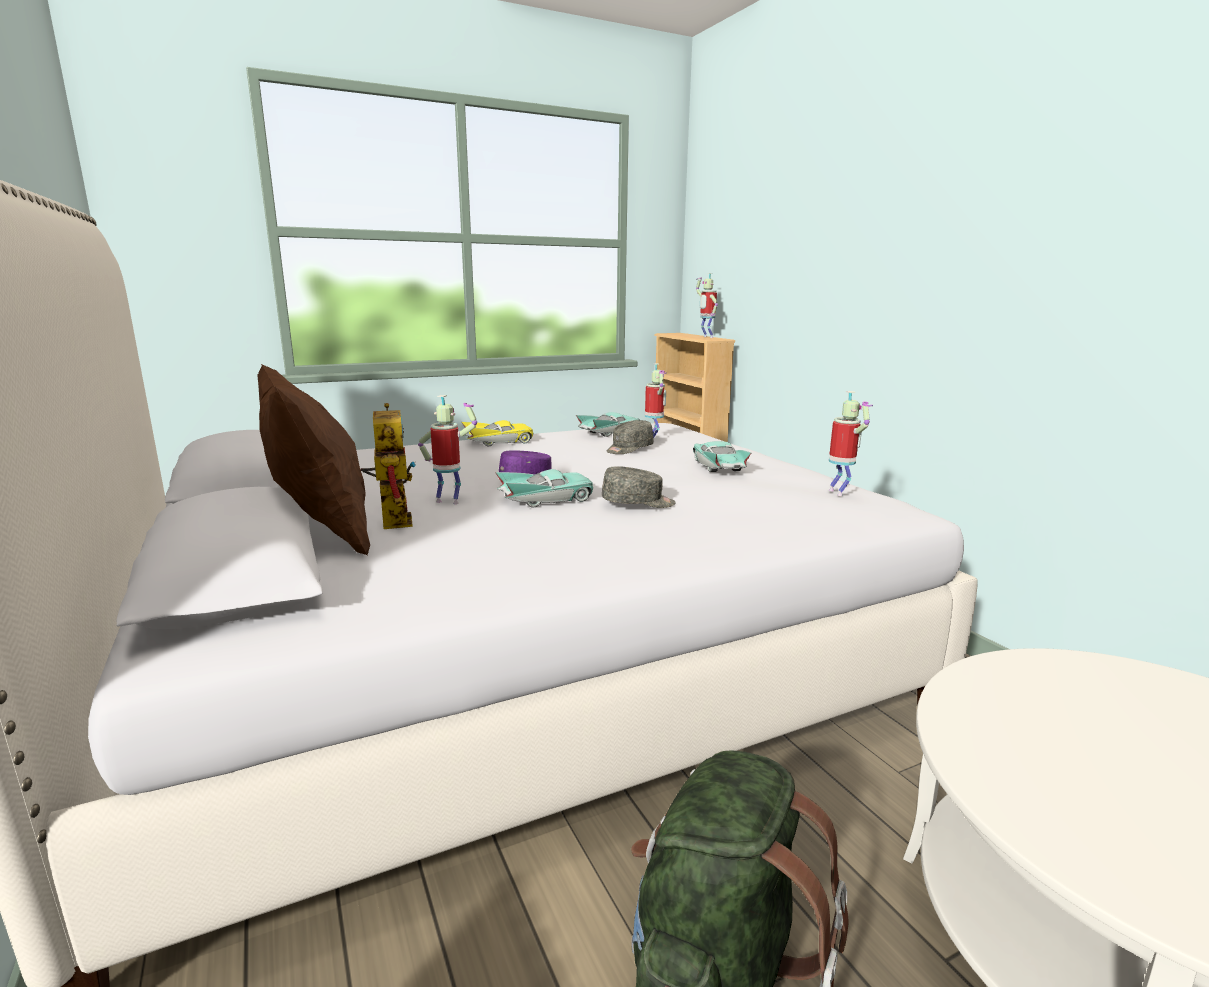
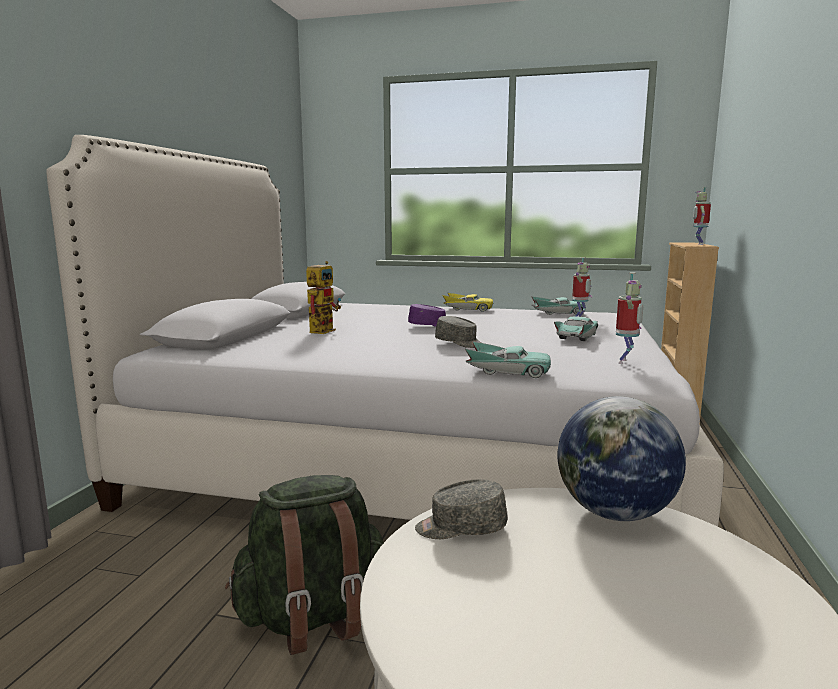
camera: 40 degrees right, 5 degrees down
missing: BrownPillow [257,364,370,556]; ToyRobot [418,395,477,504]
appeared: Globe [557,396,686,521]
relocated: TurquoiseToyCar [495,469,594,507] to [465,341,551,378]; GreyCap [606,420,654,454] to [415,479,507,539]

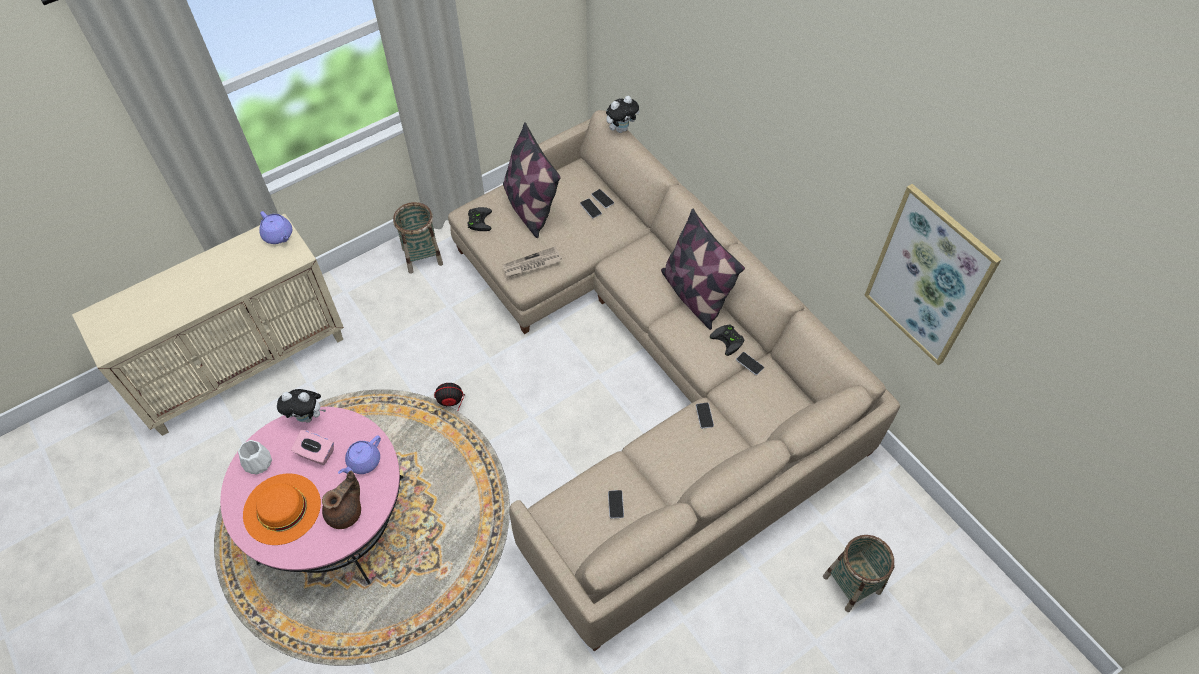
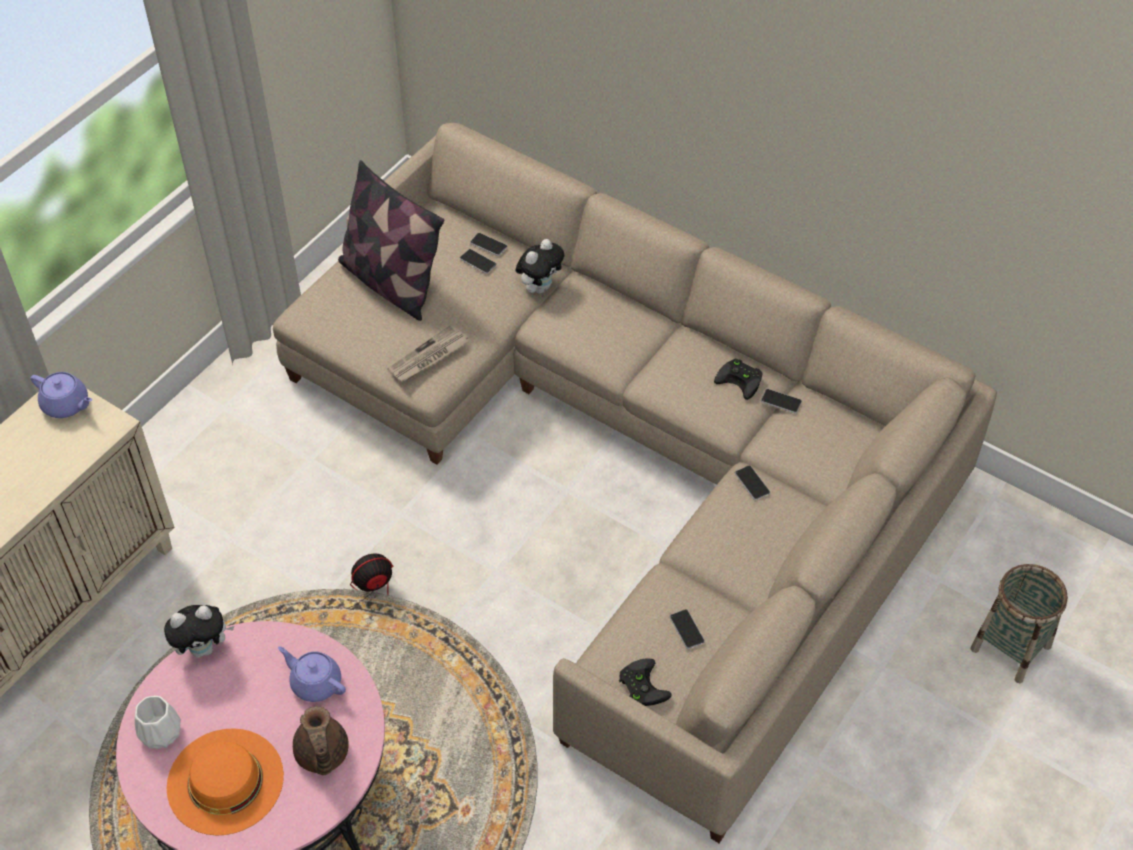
camera: 20 degrees left, 5 degrees down
missing: PinkTissueBox [291,430,334,465]; Basket [393,202,443,274]; Pillow [661,209,745,330]; Picture [864,184,1002,365]
relocated: BlackGameController [467,207,492,231] to [619,658,672,706]; PlushToy [606,96,640,133] to [516,239,564,294]
spun: BrownTeapot [322,471,361,529] = [293,706,349,775] 150 degrees clockwise; PurpleTeapot [338,435,381,474] = [278,646,346,702] 105 degrees clockwise

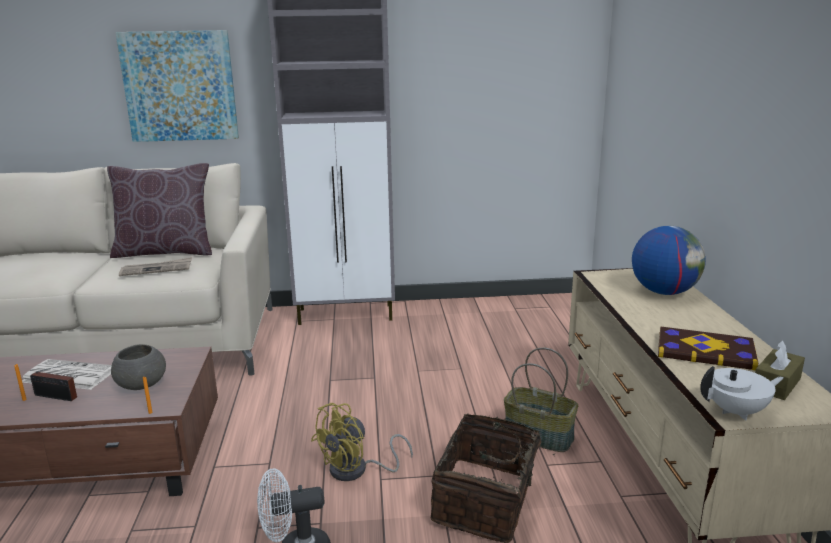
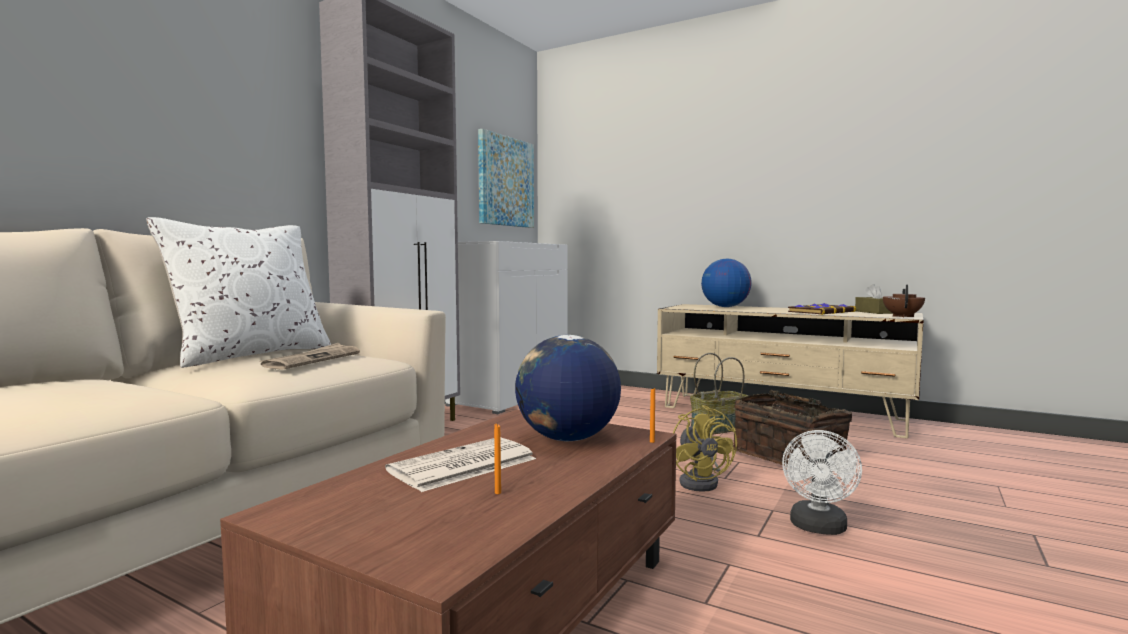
camera: 55 degrees left, 15 degrees down
missing: Radio [30,363,77,401]
appeared: WhiteCabinet [445,241,568,414]
relocated: Picture [115,30,239,142] to [478,129,534,228]
exchanged: GreyBowl [111,344,166,390] to Globe [515,335,621,441]
colour: BrownPillow [107,163,212,258] to WhitePillow [146,217,331,368]; WhiteTeapot [700,366,784,421] to BrownTeapot [883,285,925,317]

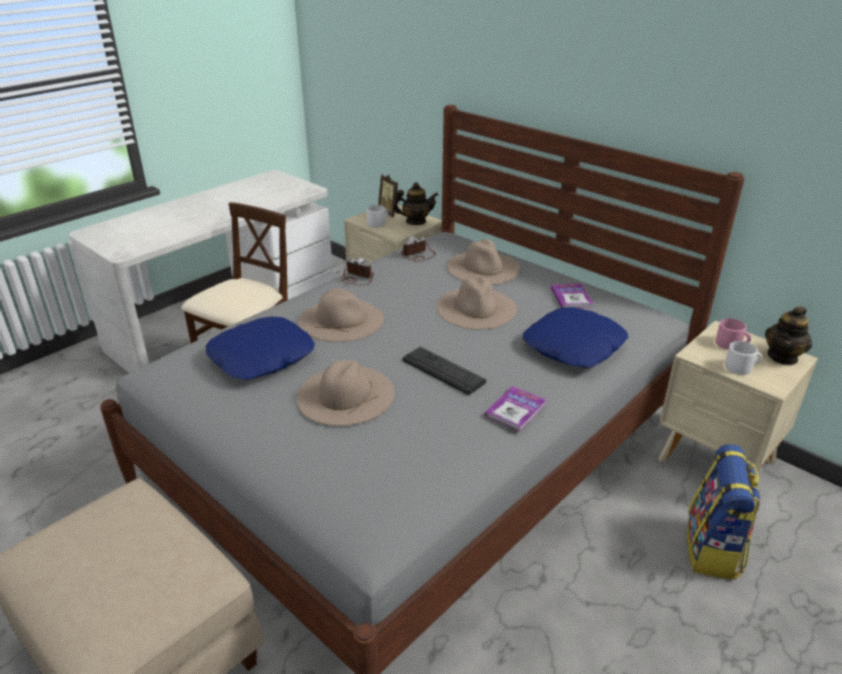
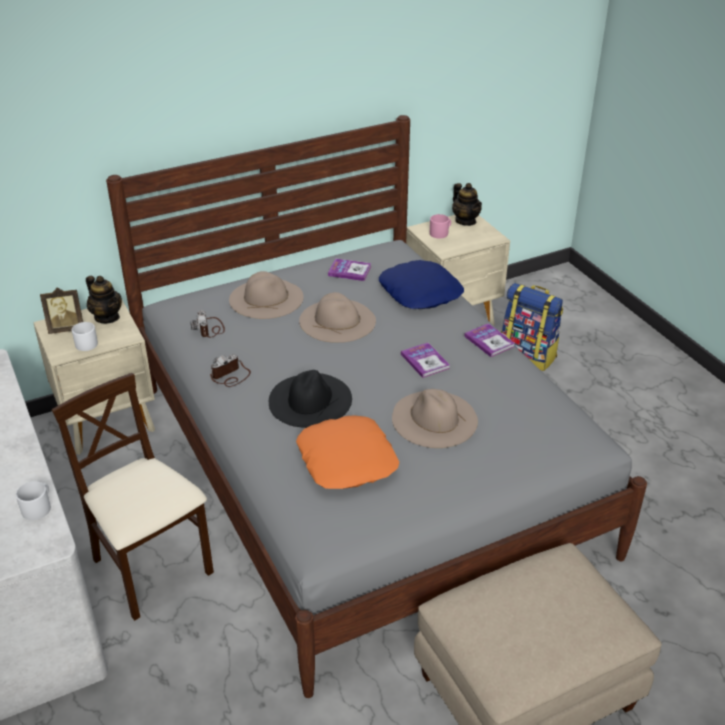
camera: 70 degrees left, 5 degrees up
relocated: WhiteMug [725,341,762,375] to [16,481,51,520]
exchanged: Keyboard [402,347,486,395] to Book [401,343,450,378]
colour: BluePillow [206,317,315,380] to OrangePillow [296,416,399,489]; BeigeHat [299,288,384,342] to BlackHat [269,370,352,428]
spun: Teapot [393,182,438,225] = [86,276,122,323] 120 degrees clockwise

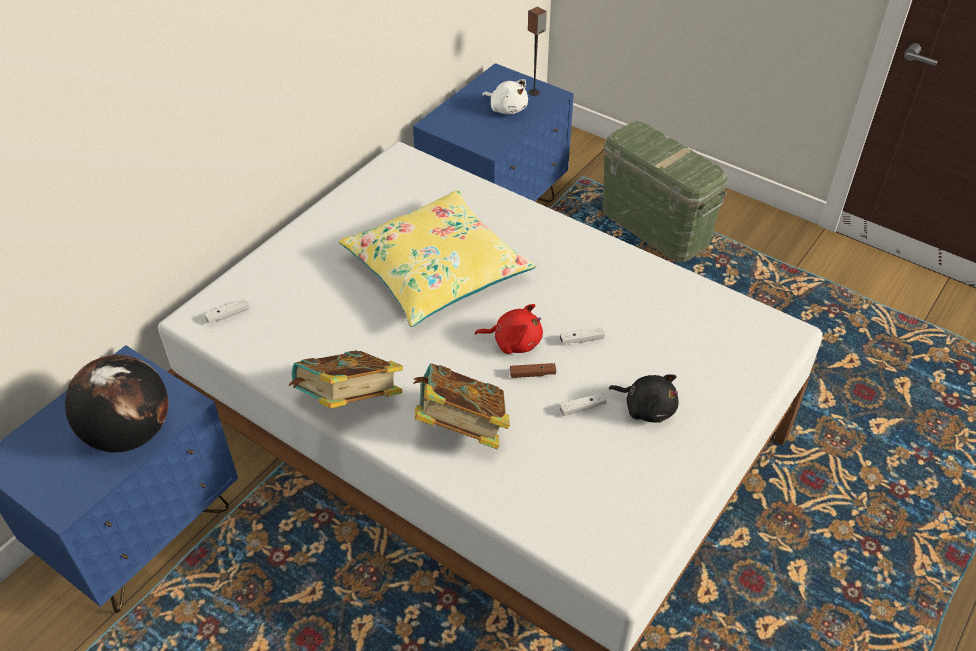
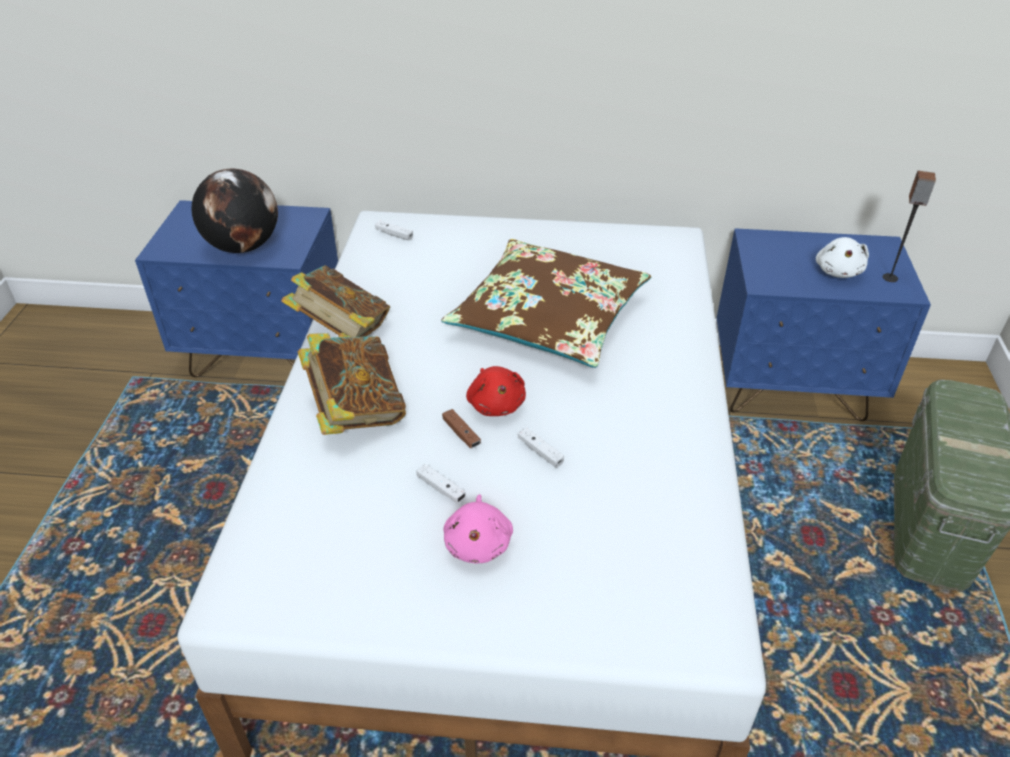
camera: 60 degrees right, 5 degrees down
colour: YellowPillow [339,190,536,327] to BrownPillow [441,239,652,368]; BlackPlushToy [609,374,679,423] to PinkPlushToy [443,494,513,564]

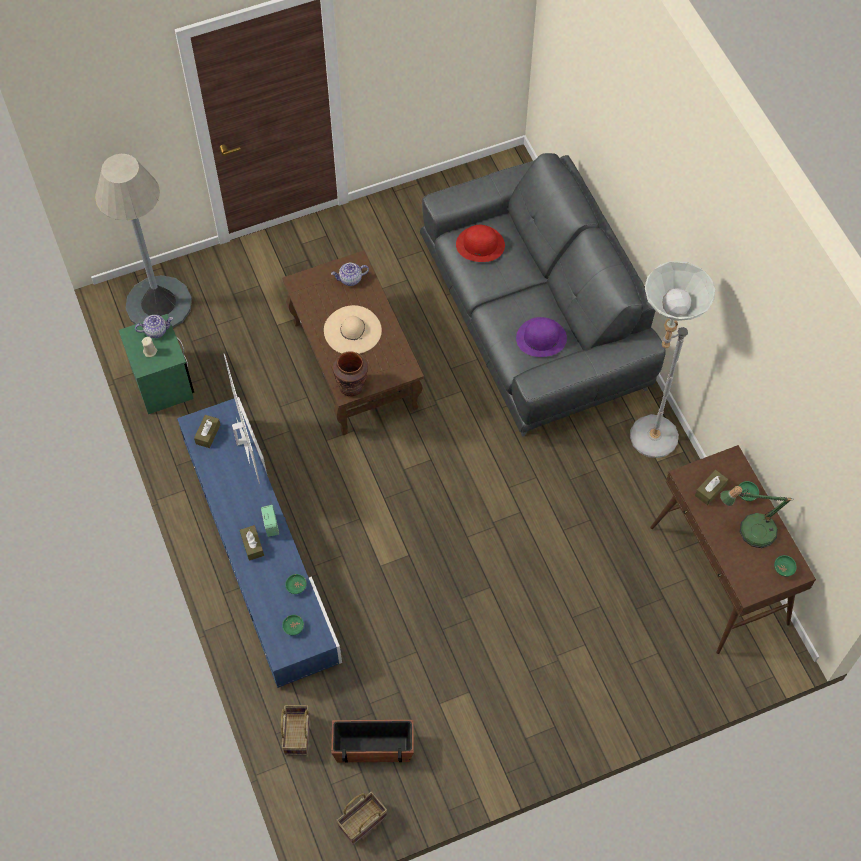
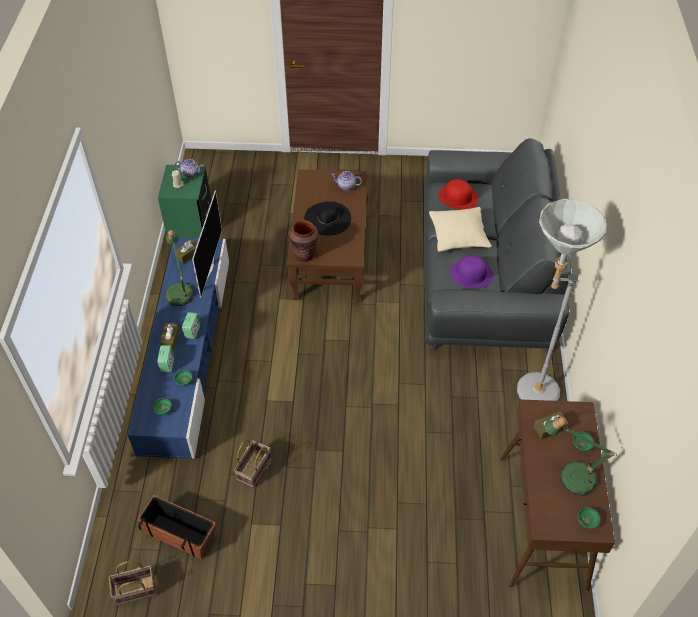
camera: 25 degrees right, 10 degrees down
missing: GreyFloorLamp [95,154,192,328]
appeared: AlarmClock [158,345,174,372]; TableLamp [165,230,194,306]; BeigePillow [429,207,492,252]
relocated: Basket [281,705,310,755] to [234,439,271,488]
colour: BeigeHat [324,305,382,354] to BlackHat [304,201,351,235]

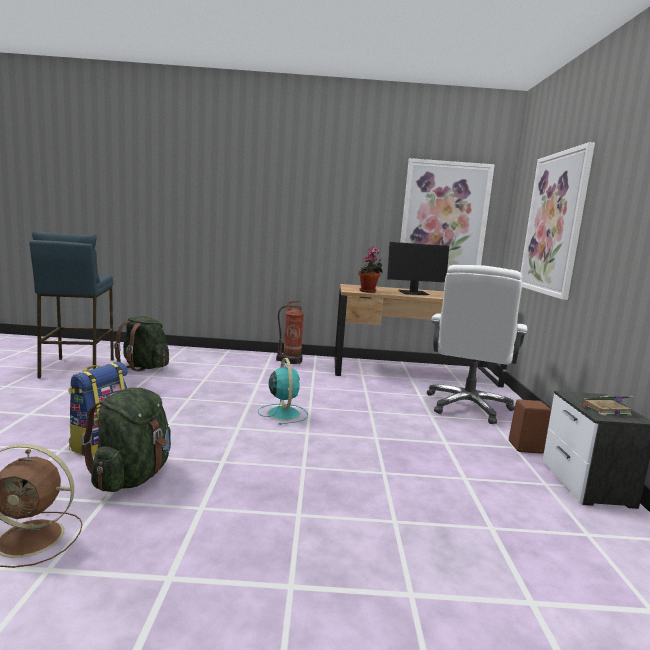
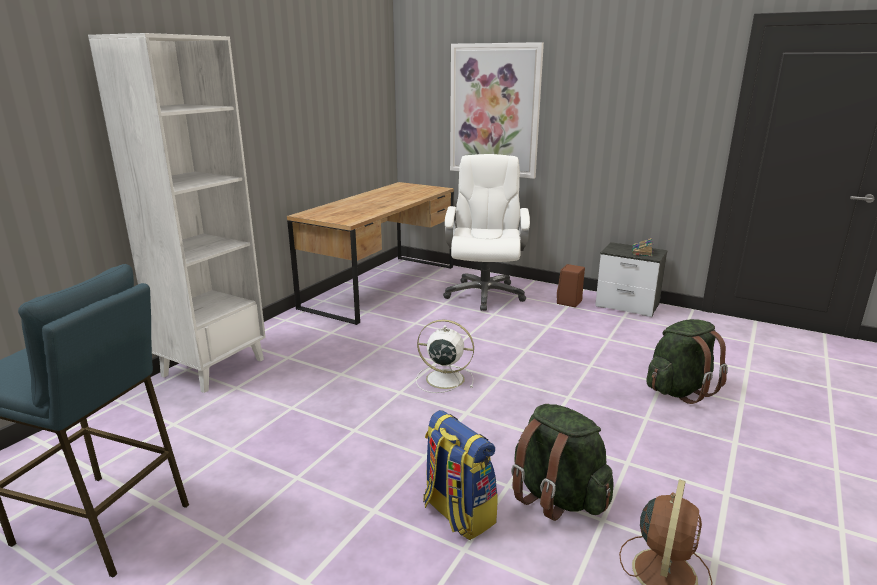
camera: 60 degrees left, 10 degrees up
missing: FireExtinguisher [276,301,304,365]; PottedPlant [359,247,383,293]; Monitor [387,242,449,295]; Picture [400,158,495,270]
appeared: WhiteBookcase [88,33,266,393]
relocated: GreenBackpack [114,316,169,372] to [646,319,728,404]
colour: TurquoiseFan [258,358,308,425] to WhiteFan [416,319,474,393]
spun: WhiteOfficeChair [427,265,527,424] = [443,154,530,311] 135 degrees counterclockwise

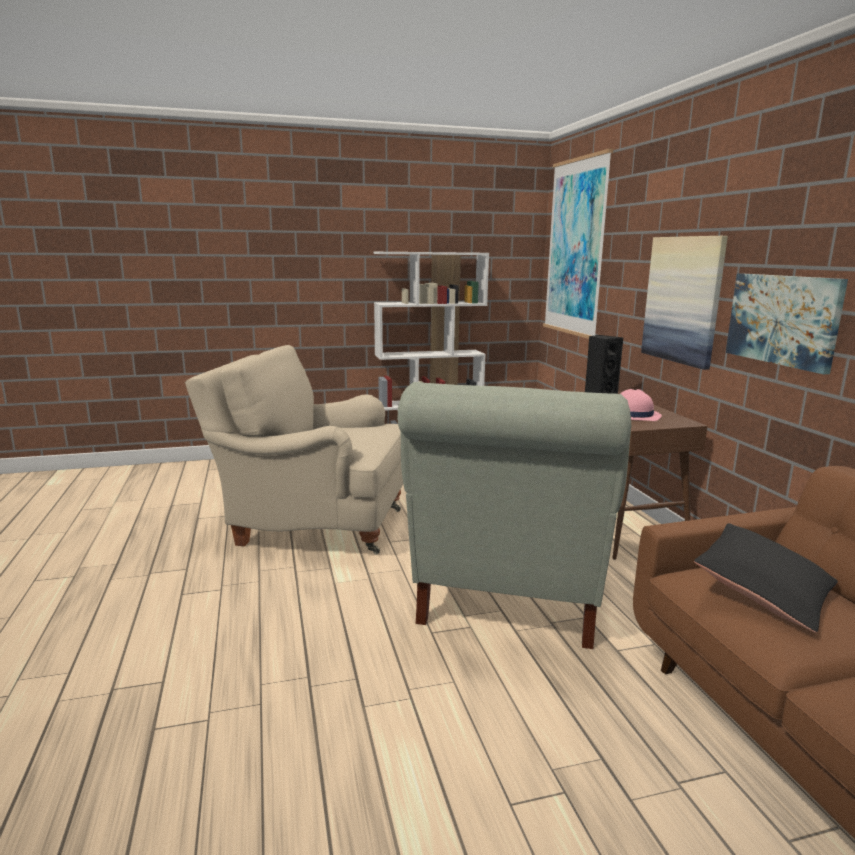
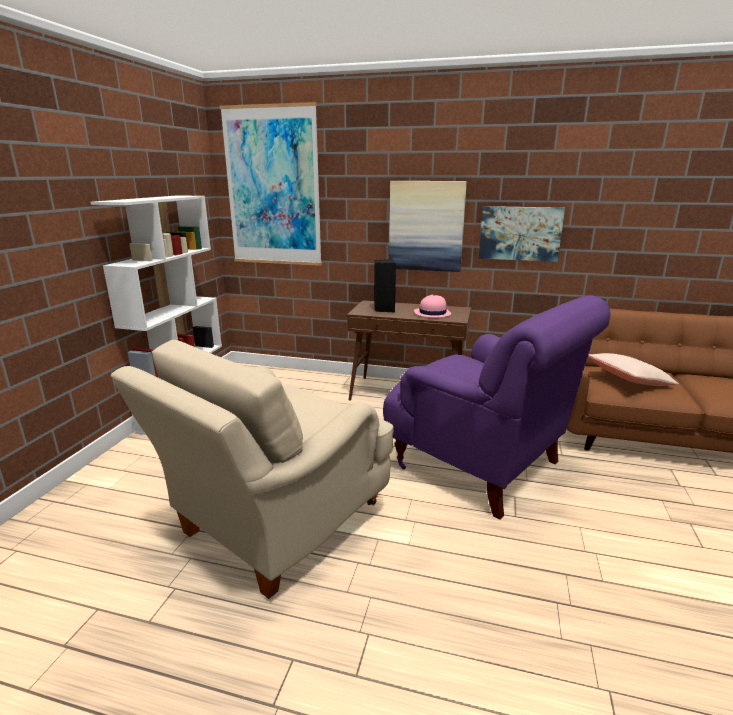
camera: 60 degrees left, 5 degrees up
colour: GreyArmchair [397,382,631,649] to PurpleArmchair [383,295,611,520]; BlackPillow [694,523,838,633] to BeigePillow [588,353,679,386]

